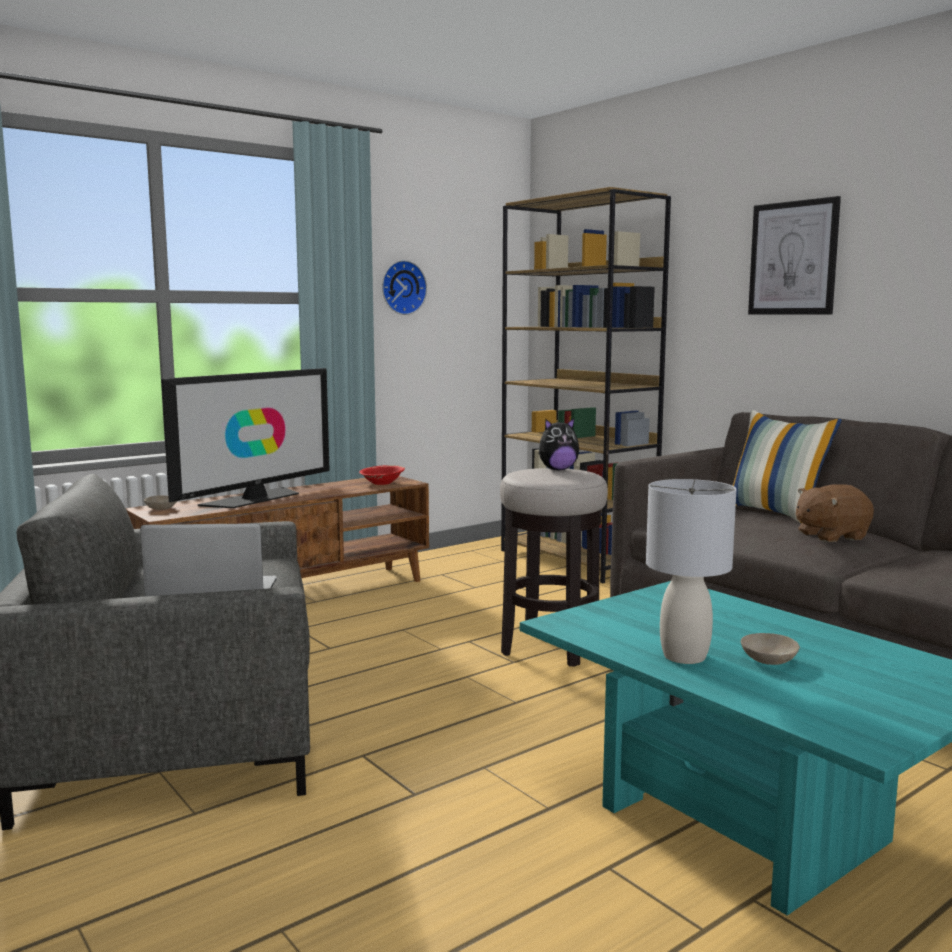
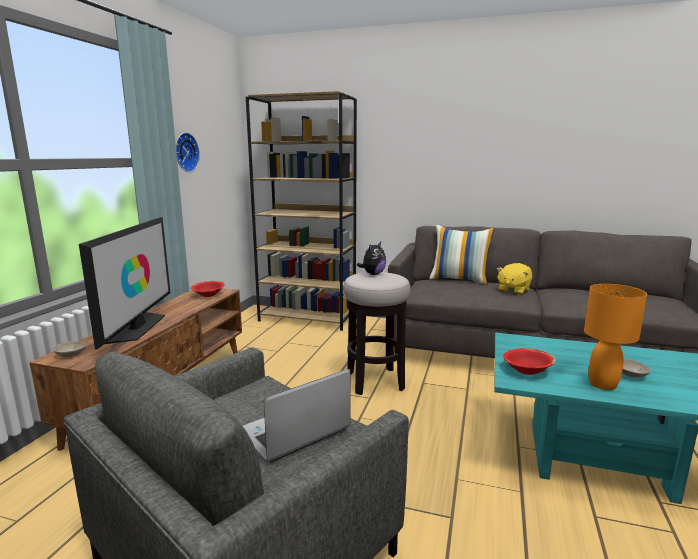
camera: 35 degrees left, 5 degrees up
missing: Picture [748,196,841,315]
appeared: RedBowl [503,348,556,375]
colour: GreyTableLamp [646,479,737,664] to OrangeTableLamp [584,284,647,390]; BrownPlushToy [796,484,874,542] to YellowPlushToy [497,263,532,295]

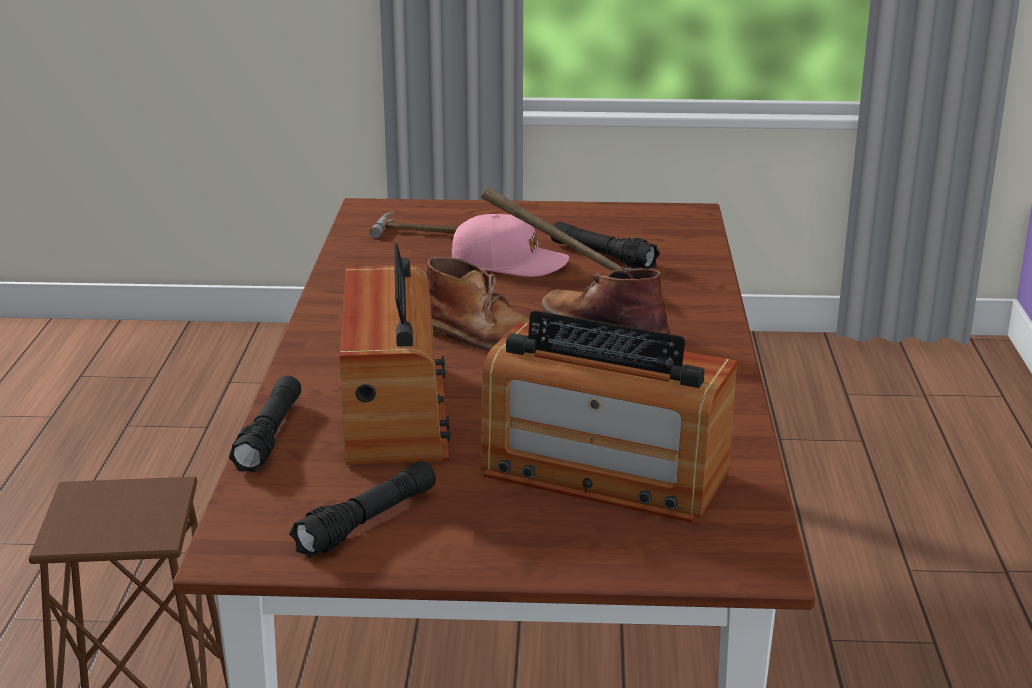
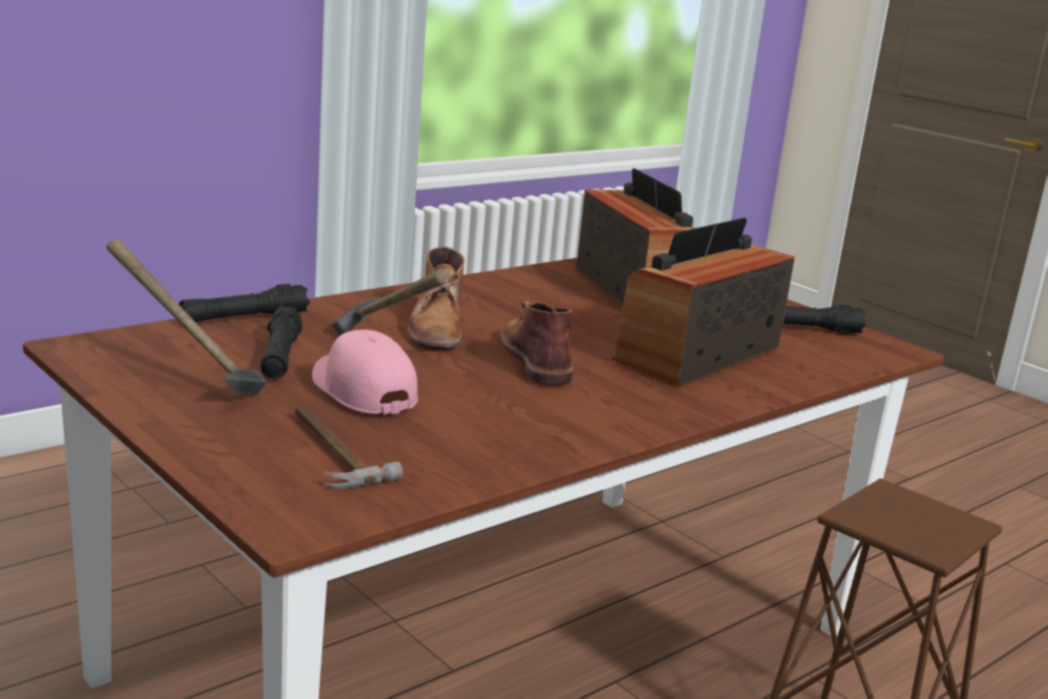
camera: 135 degrees left, 5 degrees down
appeared: Hammer [107,239,268,394]
relocated: BlackFlashlight [229,376,301,472] to [179,284,310,322]

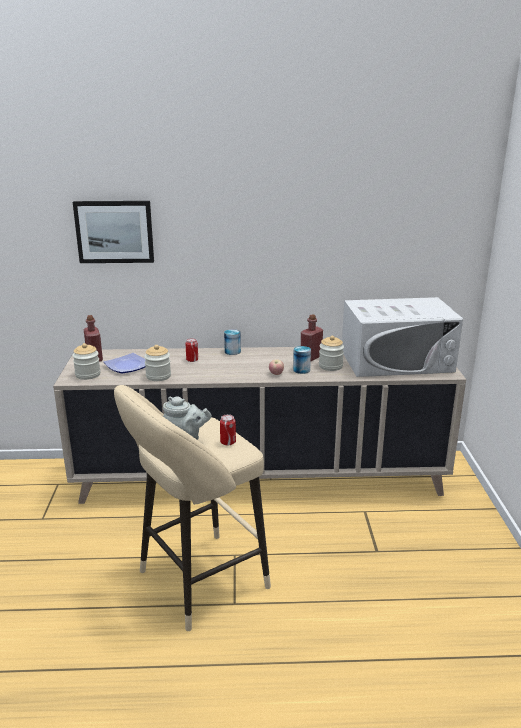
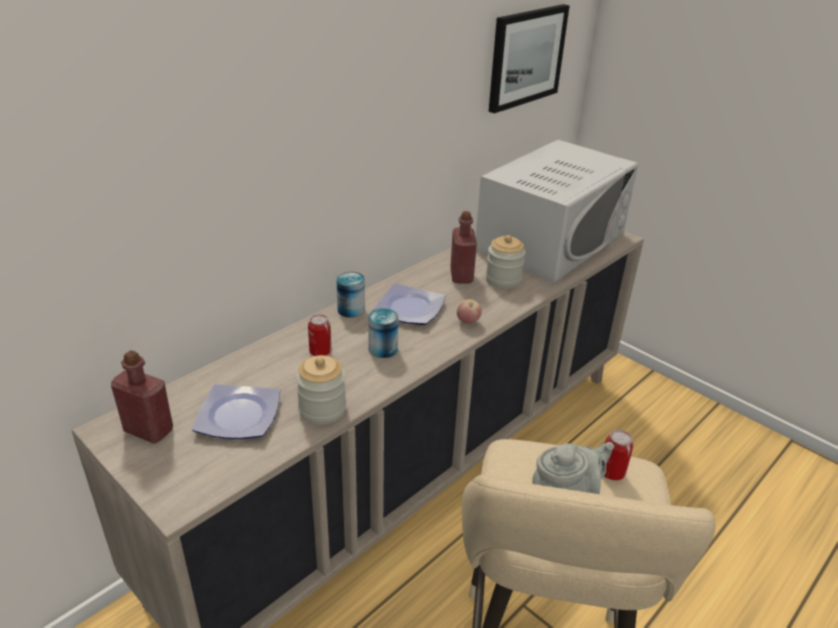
camera: 45 degrees left, 10 degrees up
missing: Jar [72,343,101,380]
appeared: Plate [373,283,445,325]
relocated: Picture [73,201,154,263] to [489,4,570,113]; Can [293,346,311,374] to [368,308,399,358]

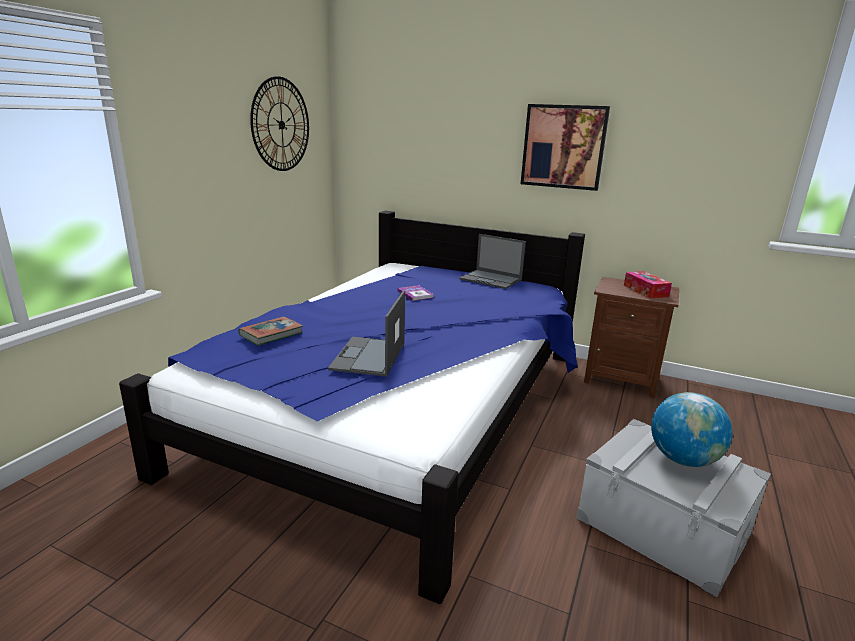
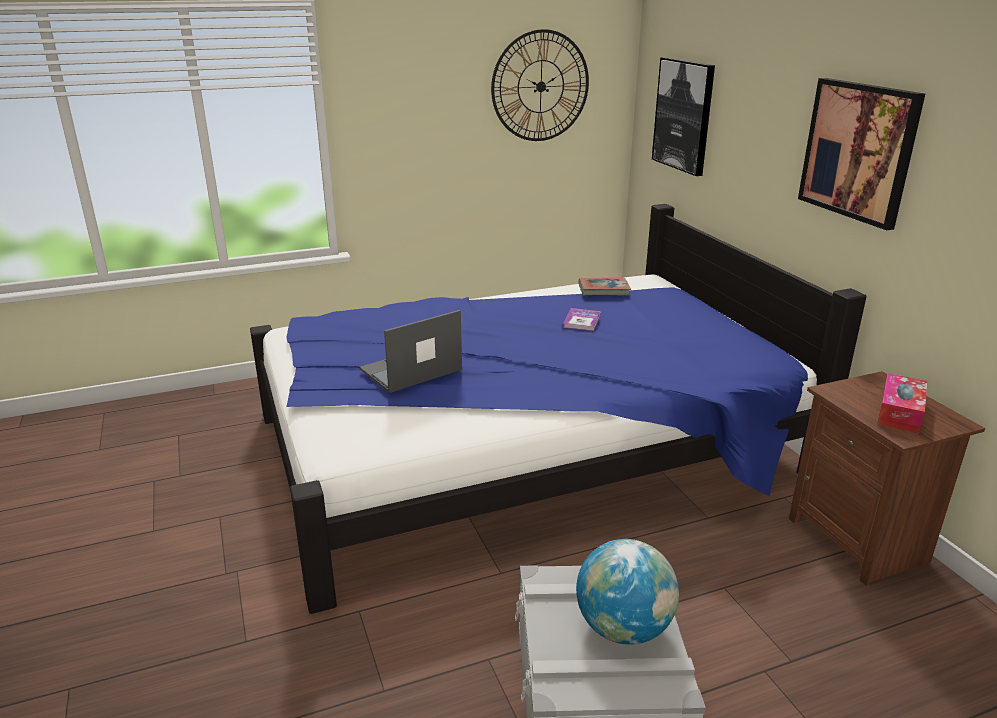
camera: 45 degrees right, 5 degrees up
missing: Laptop [459,234,526,289]
appeared: Picture [652,57,715,176]
relocated: Book [238,317,303,346] to [579,278,631,296]

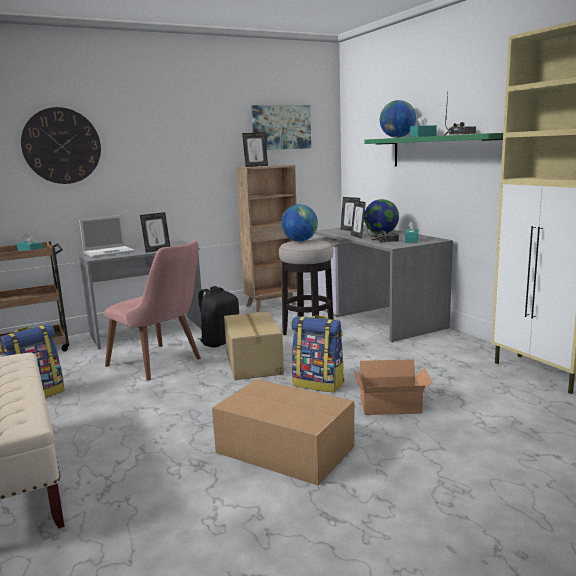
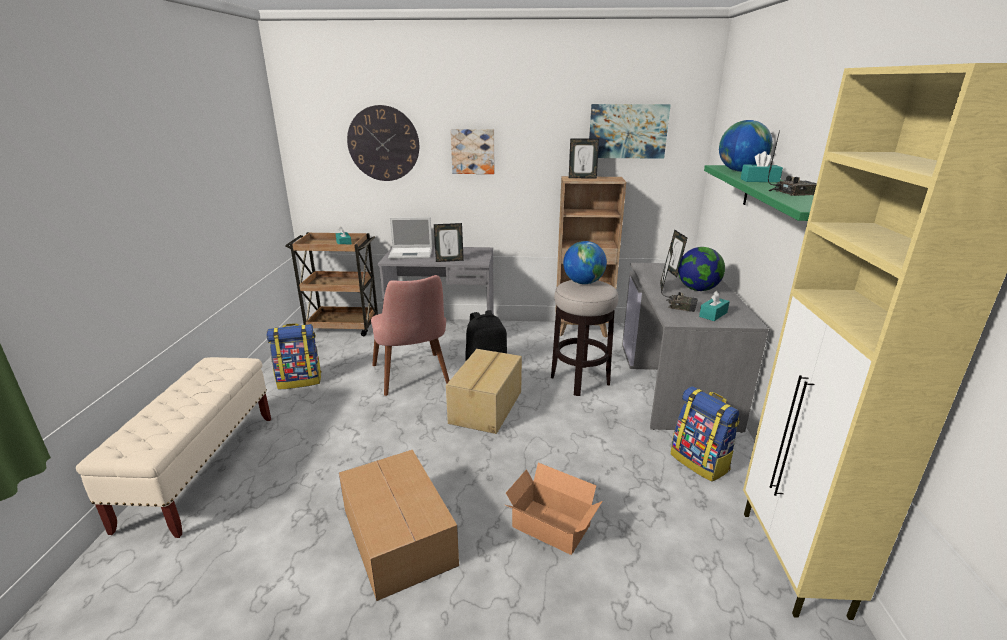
camera: 30 degrees right, 10 degrees up
appeared: Picture [451,129,494,174]
relocated: Backpack [291,316,344,392] to [671,386,740,482]

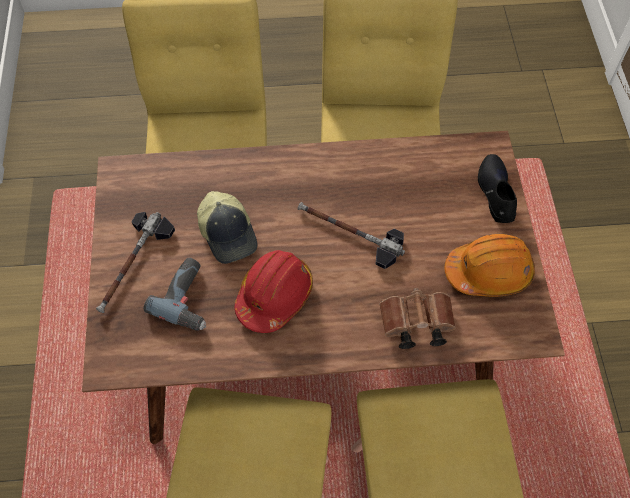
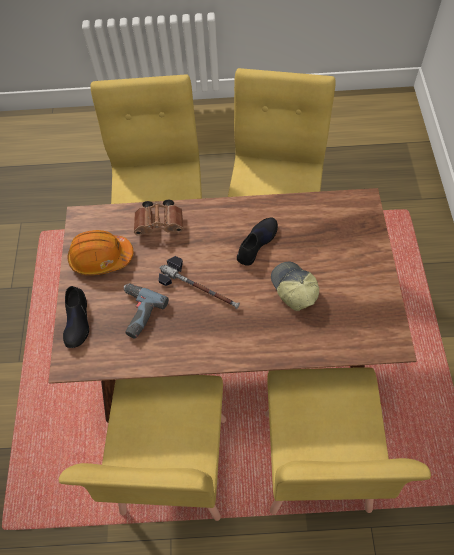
camera: 175 degrees left, 0 degrees up
missing: Hammer [96,212,175,313]
relocated: PowerDrill [144,258,206,331] to [123,283,169,339]
exchanged: RedHardHat [234,250,313,333] to BlackShoe [237,217,278,266]

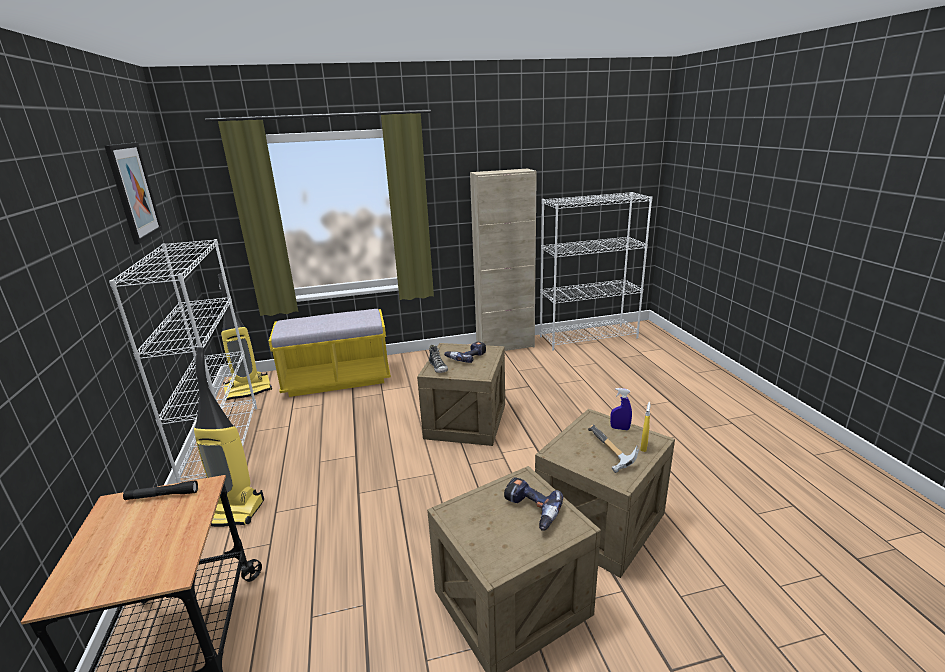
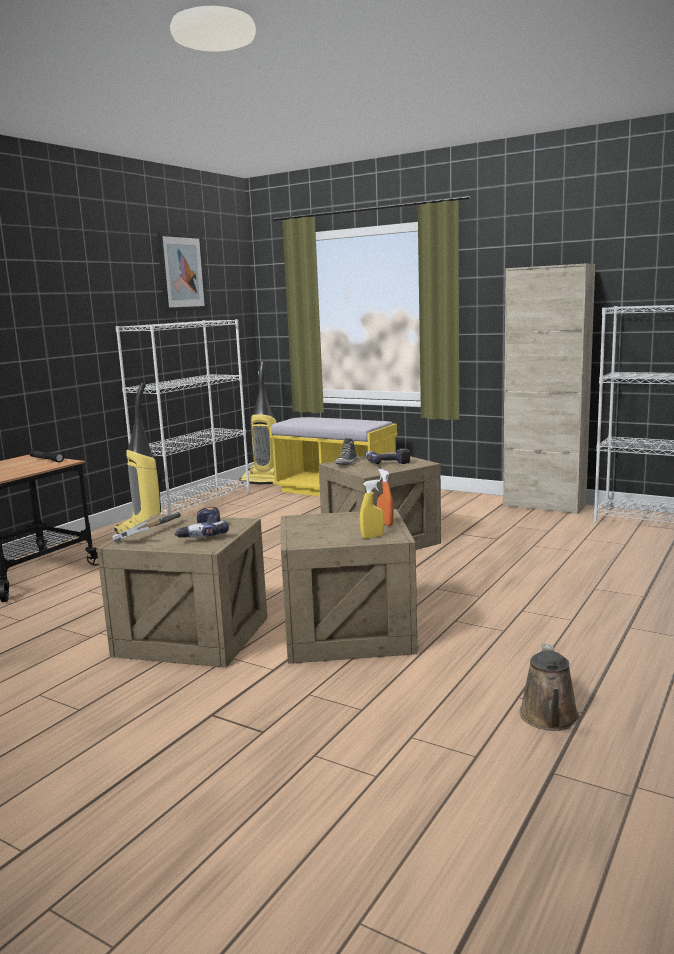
camera: 45 degrees right, 10 degrees down
appeared: BrownWateringCan [519,644,579,731]
relocated: Hammer [588,424,639,473] to [112,512,181,542]
colour: BlueSprayBottle [610,388,632,430] to OrangeSprayBottle [377,469,394,526]

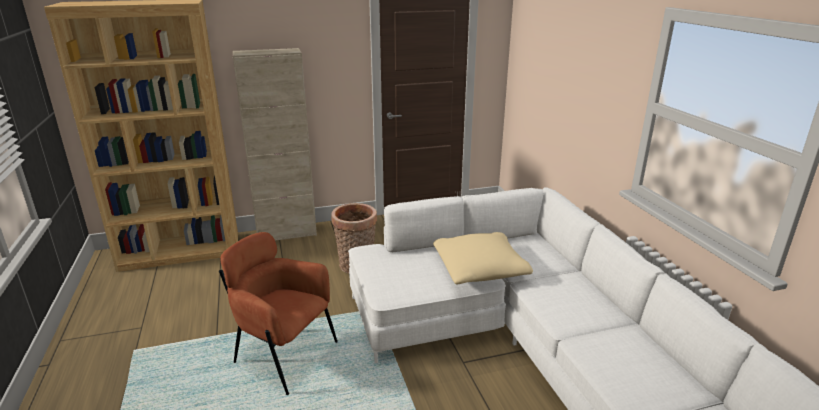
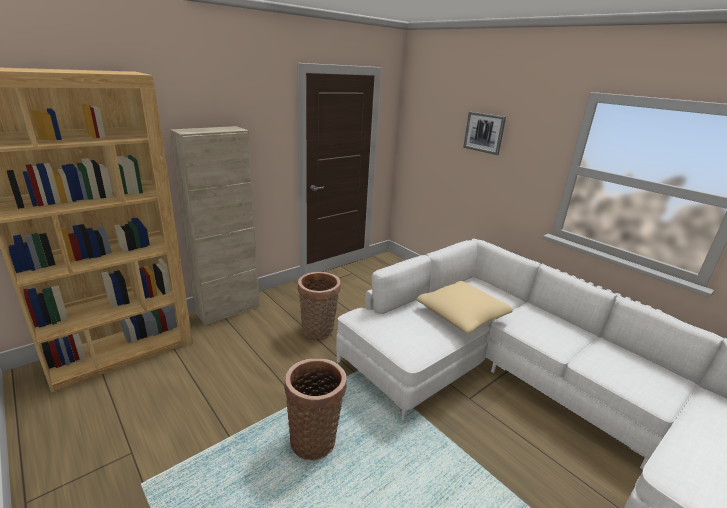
camera: 25 degrees left, 0 degrees up
appeared: Picture [463,112,506,155]
exchanged: BrownArmchair [219,232,338,395] to Basket [284,359,347,460]

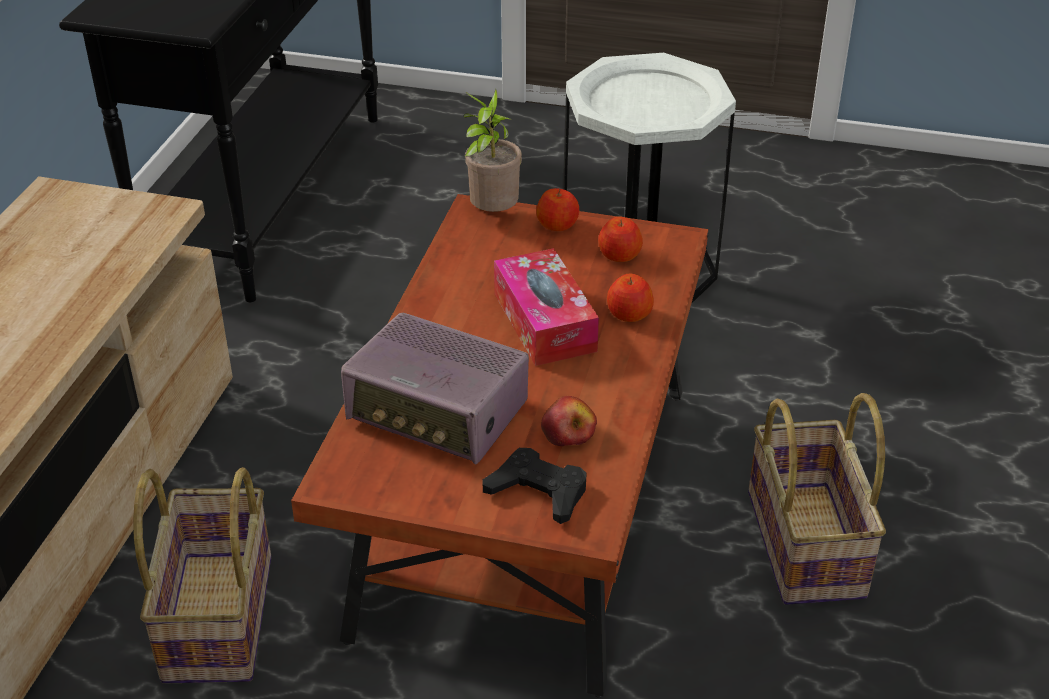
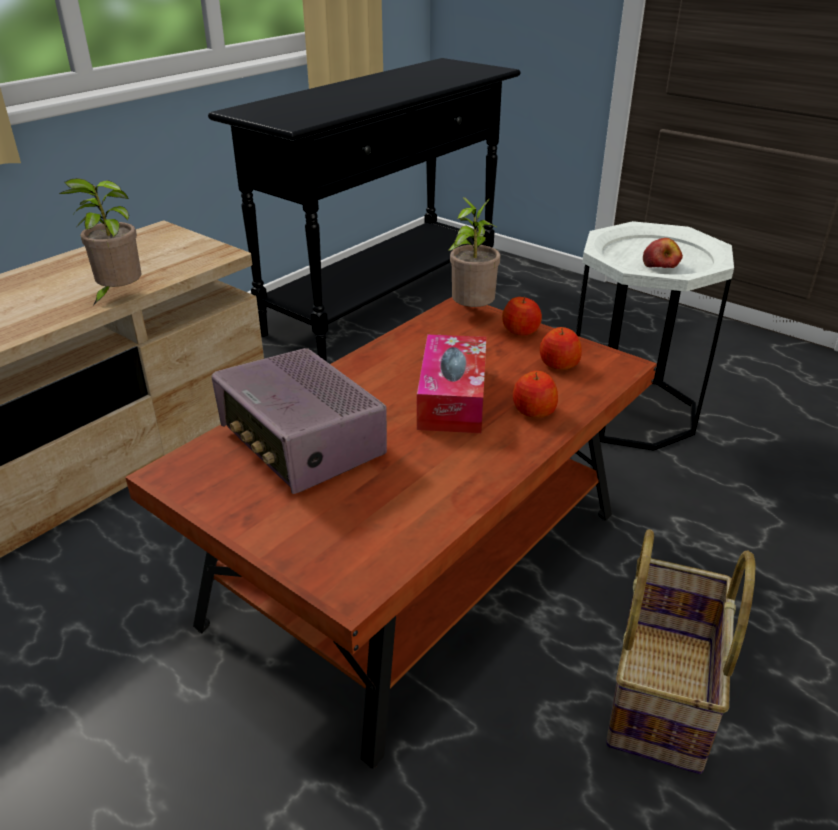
camera: 25 degrees right, 5 degrees down
missing: Basket [133,467,271,684]; BlackGameController [482,448,586,524]
appeared: PottedPlant [59,178,142,307]
relocated: Apple [541,396,597,446] to [643,238,683,268]

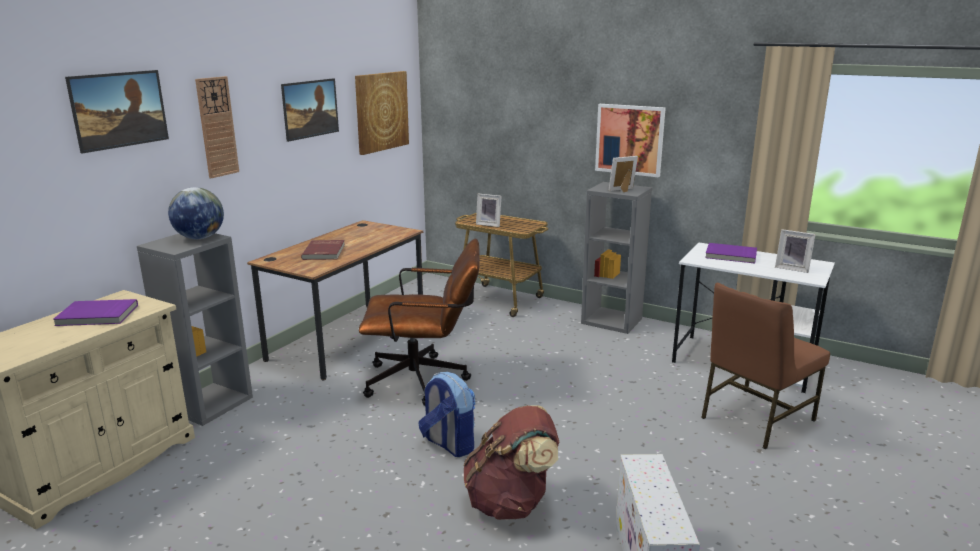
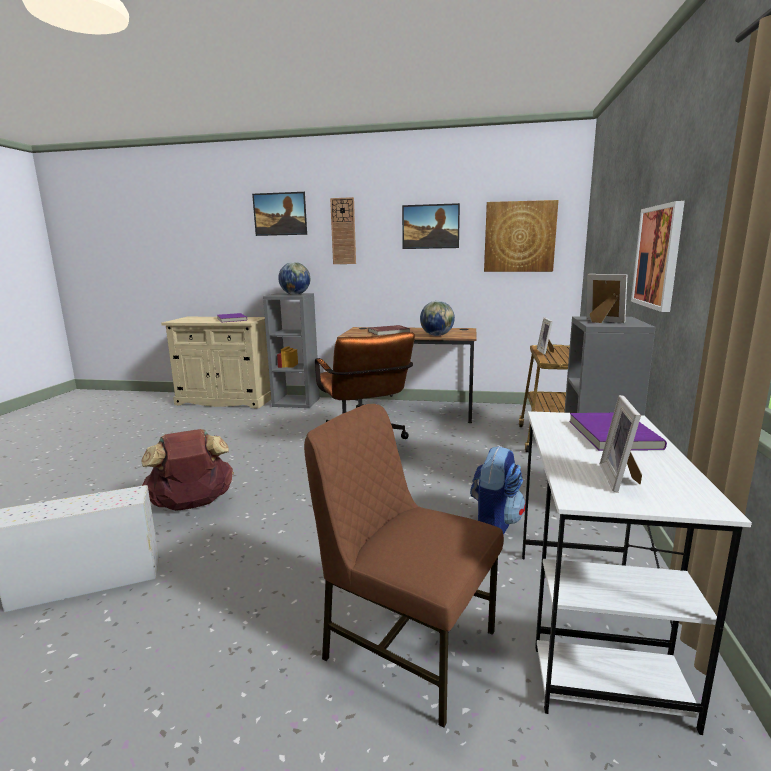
camera: 70 degrees right, 5 degrees down
appeared: Globe [420,301,455,336]
relocated: Backpack [418,372,475,457] to [470,446,525,535]

